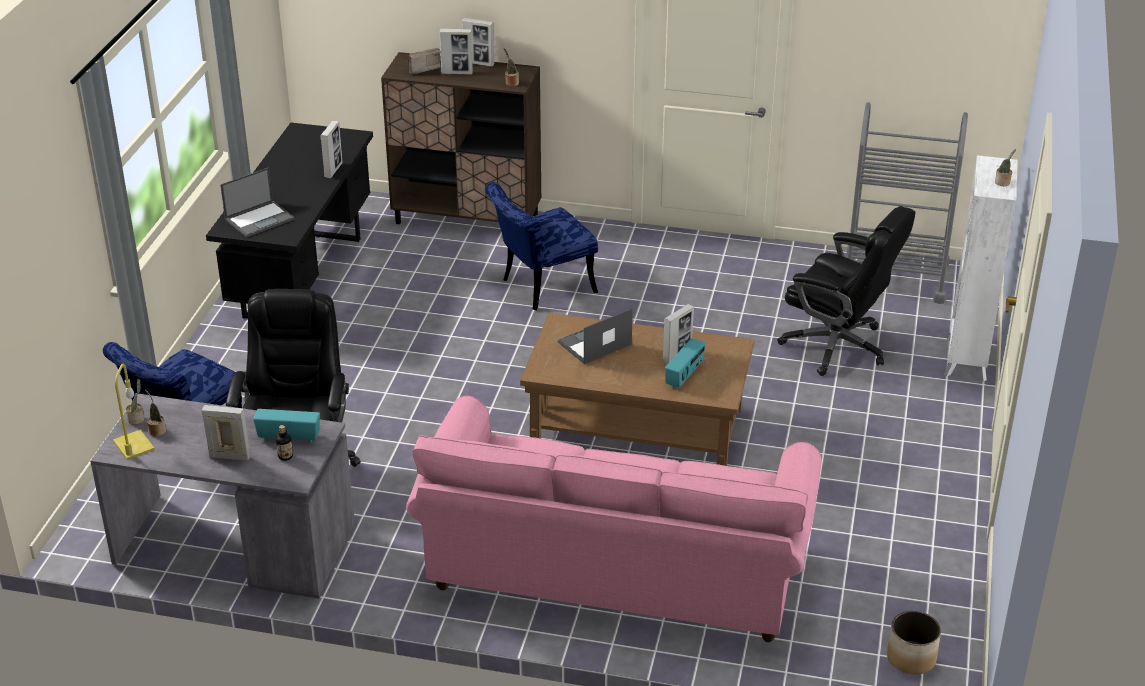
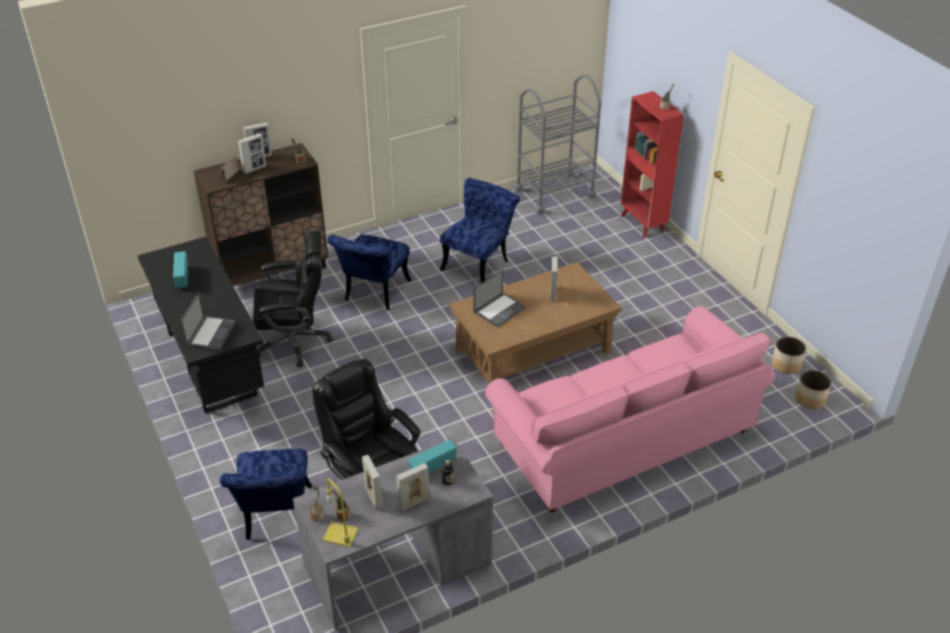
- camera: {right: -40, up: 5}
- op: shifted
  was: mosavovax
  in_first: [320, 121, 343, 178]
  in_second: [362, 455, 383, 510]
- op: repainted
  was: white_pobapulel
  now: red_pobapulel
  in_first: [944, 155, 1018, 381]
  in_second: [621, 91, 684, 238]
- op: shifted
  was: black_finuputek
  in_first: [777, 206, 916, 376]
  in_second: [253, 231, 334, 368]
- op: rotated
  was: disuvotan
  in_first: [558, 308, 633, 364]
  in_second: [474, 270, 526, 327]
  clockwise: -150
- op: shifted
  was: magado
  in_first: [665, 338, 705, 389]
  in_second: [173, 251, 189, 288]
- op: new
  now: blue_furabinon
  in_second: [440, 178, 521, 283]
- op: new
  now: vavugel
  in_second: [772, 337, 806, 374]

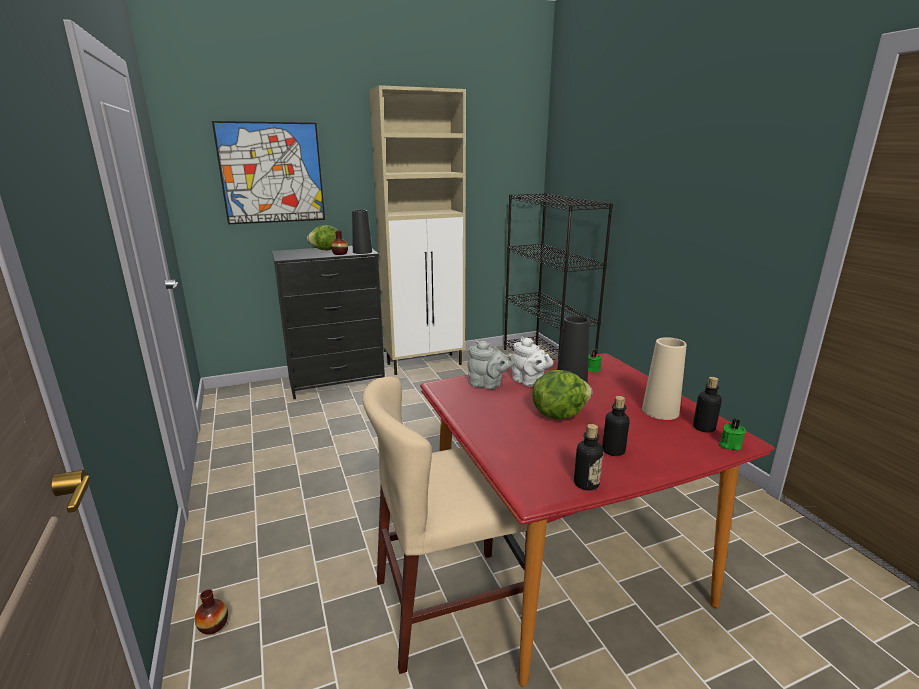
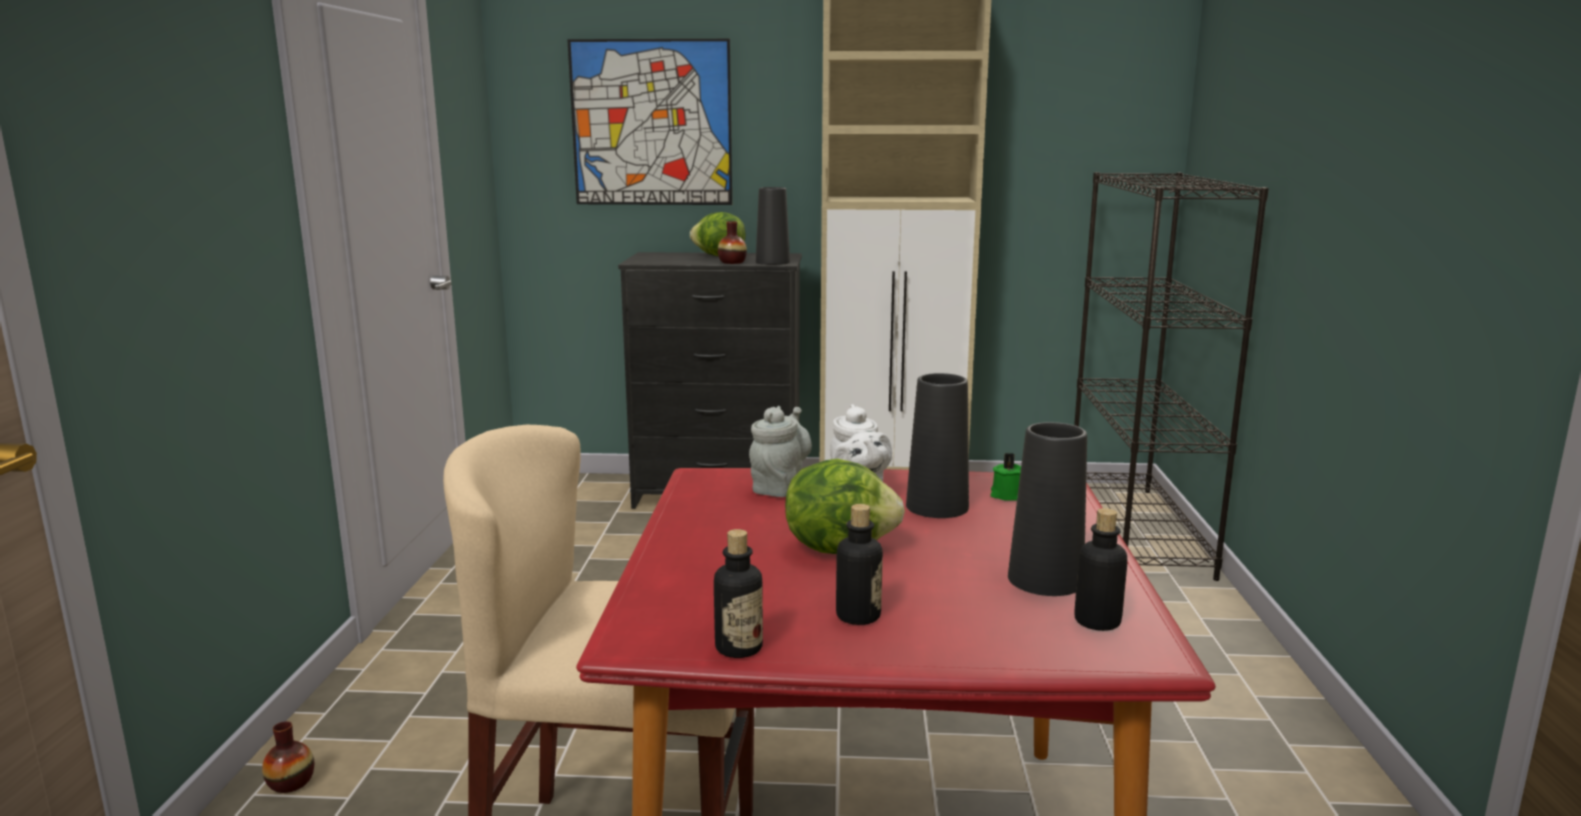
- camera: {right: 25, up: -5}
- op: repainted
  was: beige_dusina
  now: black_dusina
  in_first: [642, 337, 687, 420]
  in_second: [1008, 422, 1087, 596]
- op: rotated
  was: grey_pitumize
  in_first: [467, 340, 516, 389]
  in_second: [749, 406, 812, 497]
  clockwise: -120
- op: gone
  was: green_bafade
  in_first: [719, 418, 746, 451]

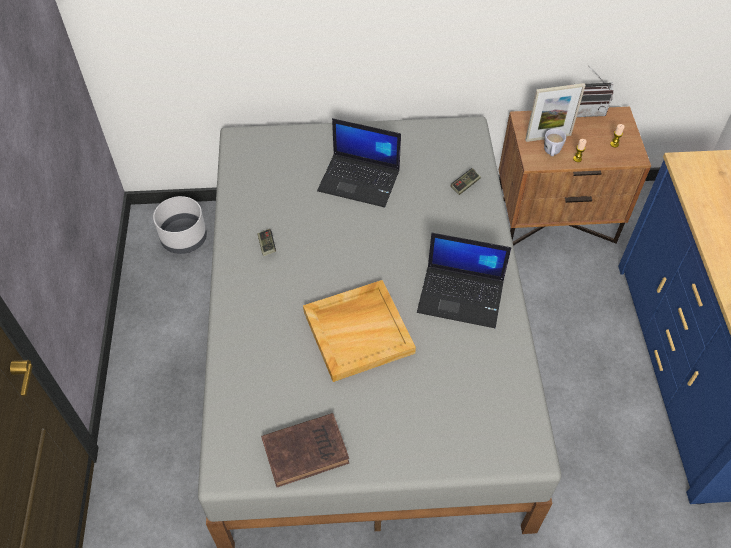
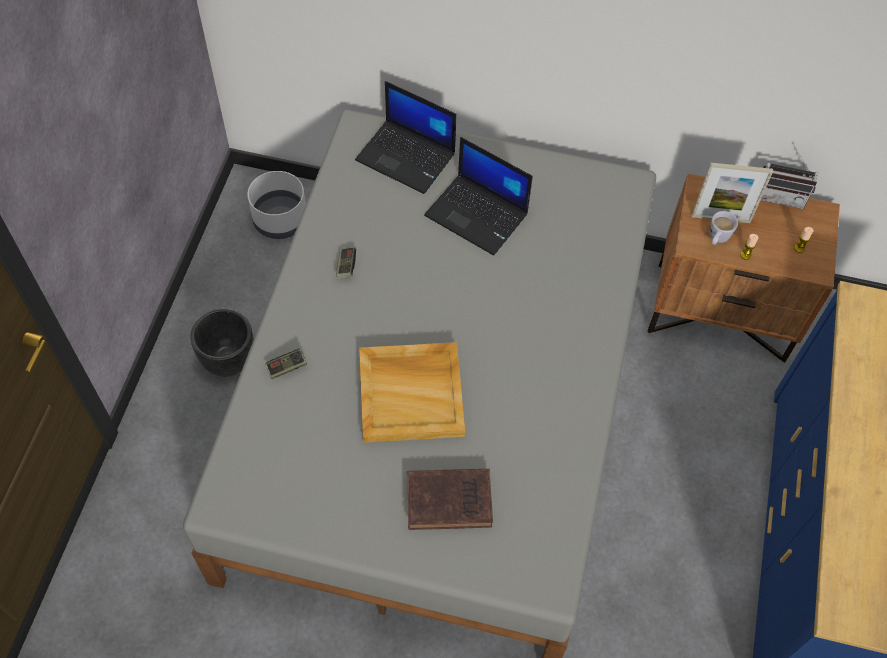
- camera: {right: 15, up: 5}
- op: shifted
  was: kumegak
  in_first: [451, 168, 481, 195]
  in_second: [265, 349, 307, 379]
- op: shifted
  was: disuvotan
  in_first: [417, 233, 511, 328]
  in_second: [355, 81, 456, 194]
- op: shifted
  was: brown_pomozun
  in_first: [261, 413, 349, 487]
  in_second: [407, 469, 493, 530]
- op: new
  now: black_vavugel
  in_second: [190, 308, 254, 377]

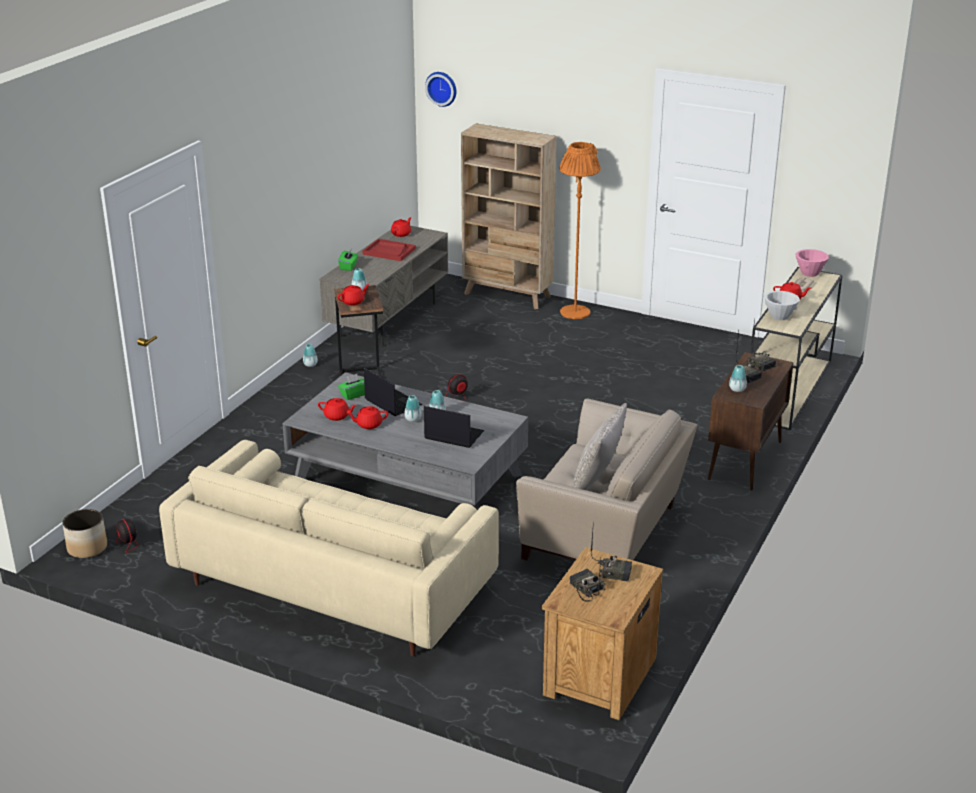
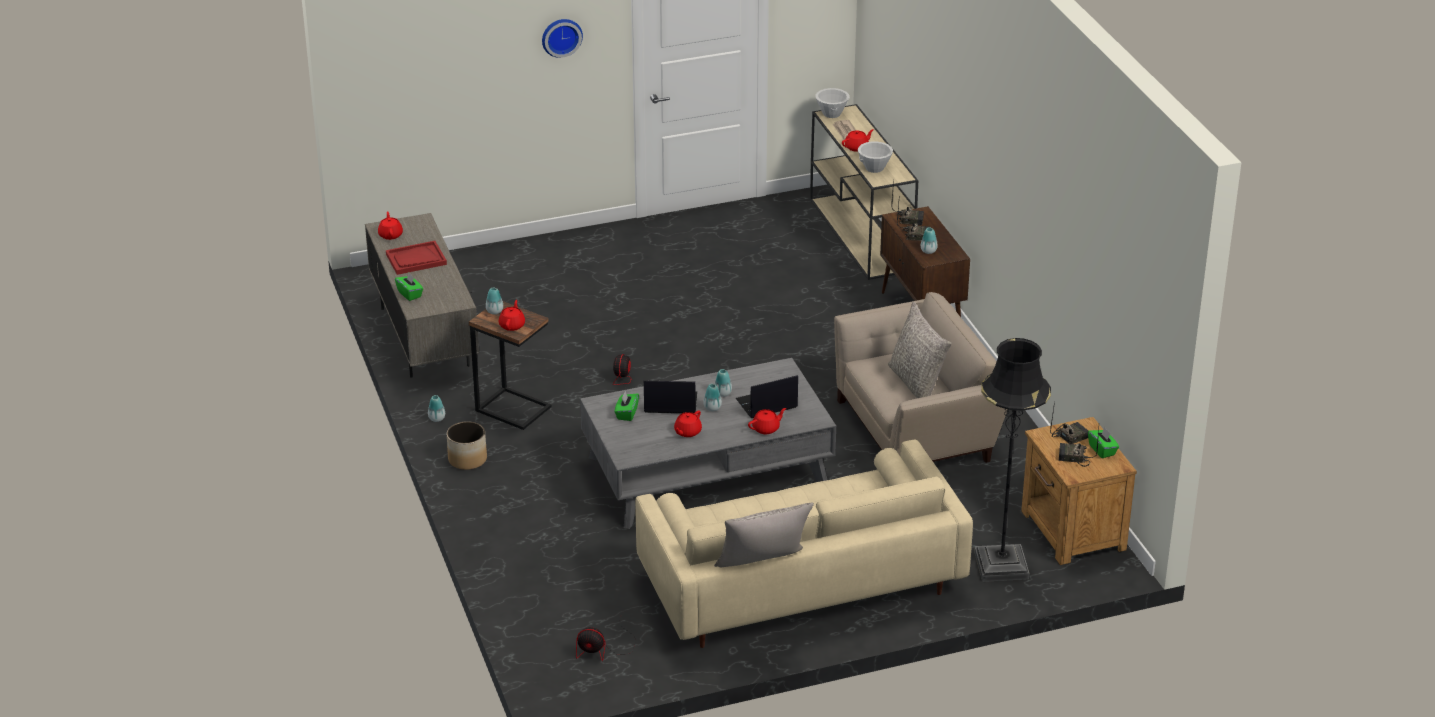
- camera: {right: -45, up: 5}
- op: shifted
  was: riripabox
  in_first: [425, 72, 456, 107]
  in_second: [542, 19, 583, 58]
- op: gone
  was: beige_pobapulel
  in_first: [461, 123, 557, 309]
- op: gone
  was: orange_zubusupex
  in_first: [559, 142, 601, 319]
- op: repainted
  was: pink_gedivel
  now: white_gedivel
  in_first: [795, 249, 829, 277]
  in_second: [815, 88, 849, 118]
- op: shifted
  was: red_pitumize
  in_first: [318, 398, 357, 421]
  in_second: [748, 408, 786, 434]
- op: shifted
  was: vavugel
  in_first: [62, 509, 107, 558]
  in_second: [447, 421, 487, 470]
- op: new
  now: black_zubusupex
  in_second: [974, 338, 1051, 582]
- op: new
  now: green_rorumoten
  in_second: [1088, 427, 1119, 458]
- op: new
  now: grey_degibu
  in_second: [714, 503, 814, 567]

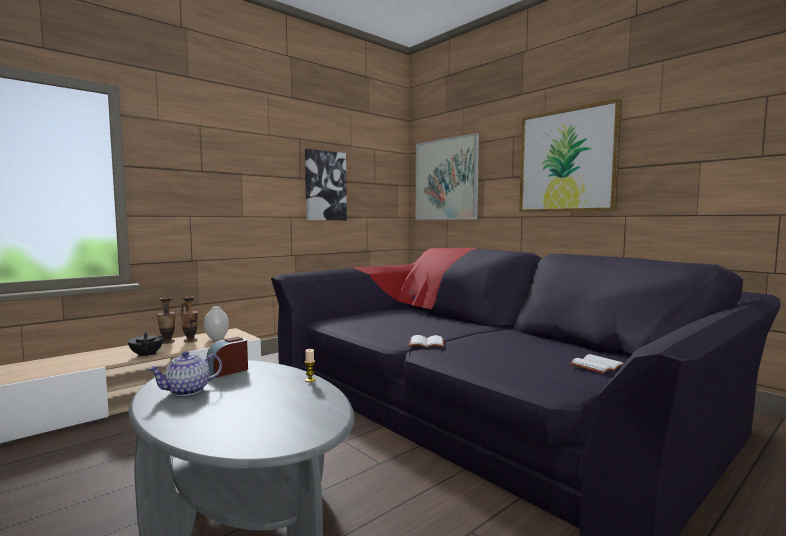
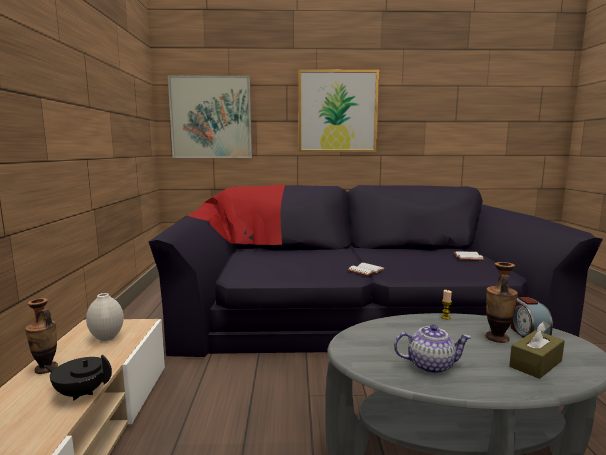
- camera: {right: -50, up: 5}
- op: gone
  was: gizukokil
  in_first: [305, 149, 347, 220]
- op: shifted
  was: dusina
  in_first: [180, 297, 198, 343]
  in_second: [486, 262, 518, 343]
- op: shifted
  was: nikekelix
  in_first: [207, 337, 248, 378]
  in_second: [511, 297, 553, 338]
- op: rotated
  was: pitumize
  in_first: [148, 351, 222, 396]
  in_second: [394, 324, 471, 374]
  clockwise: -90
- op: new
  now: brown_rorumoten
  in_second: [509, 322, 565, 379]

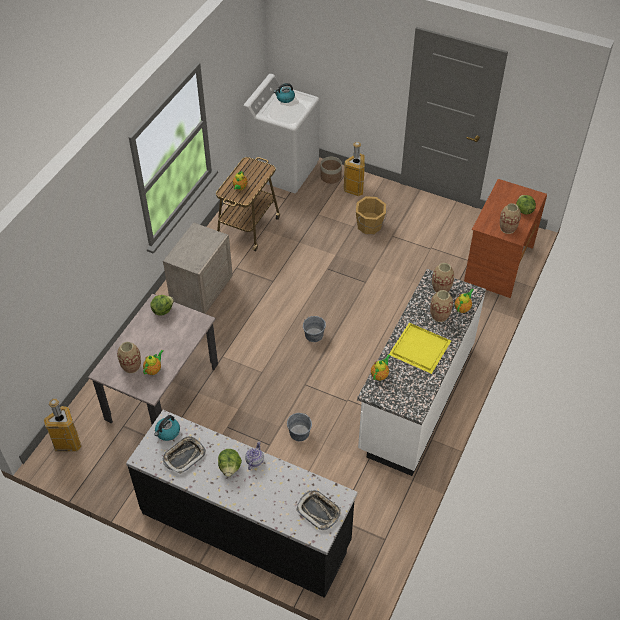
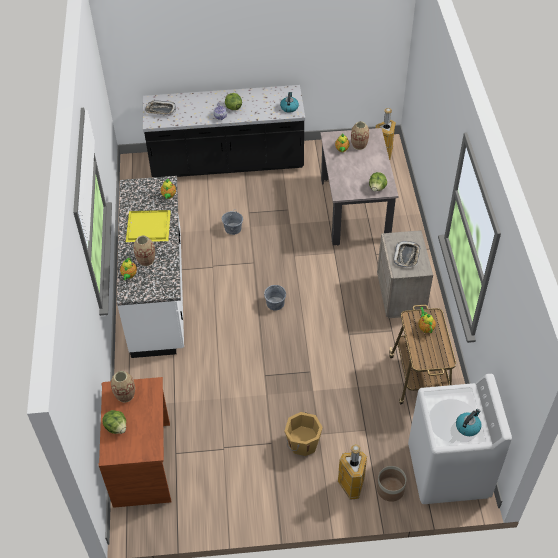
- camera: {right: 150, up: 0}
- op: gone
  was: dusina
  in_first: [432, 263, 454, 293]
- op: shifted
  was: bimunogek
  in_first: [163, 436, 206, 474]
  in_second: [393, 241, 420, 268]

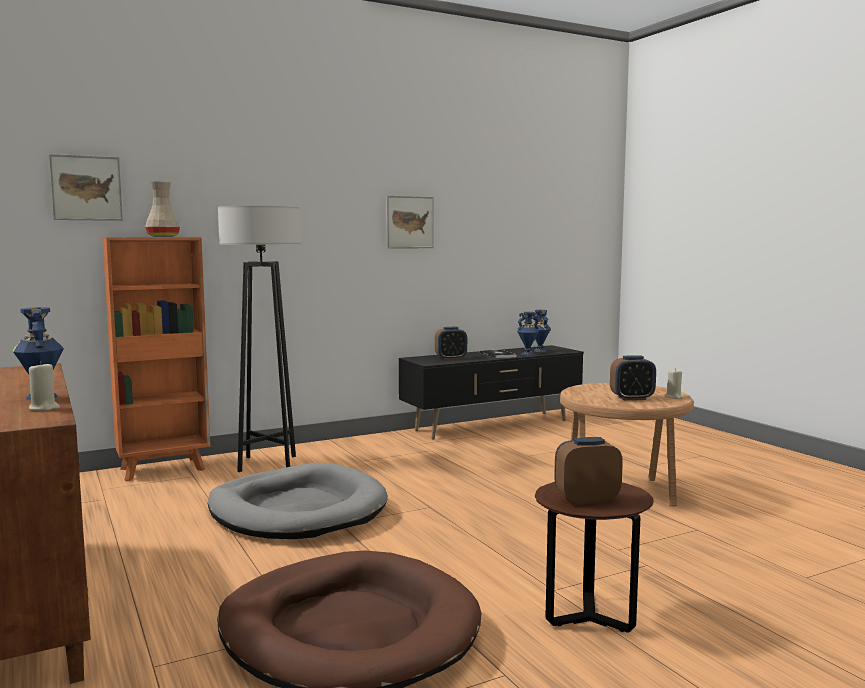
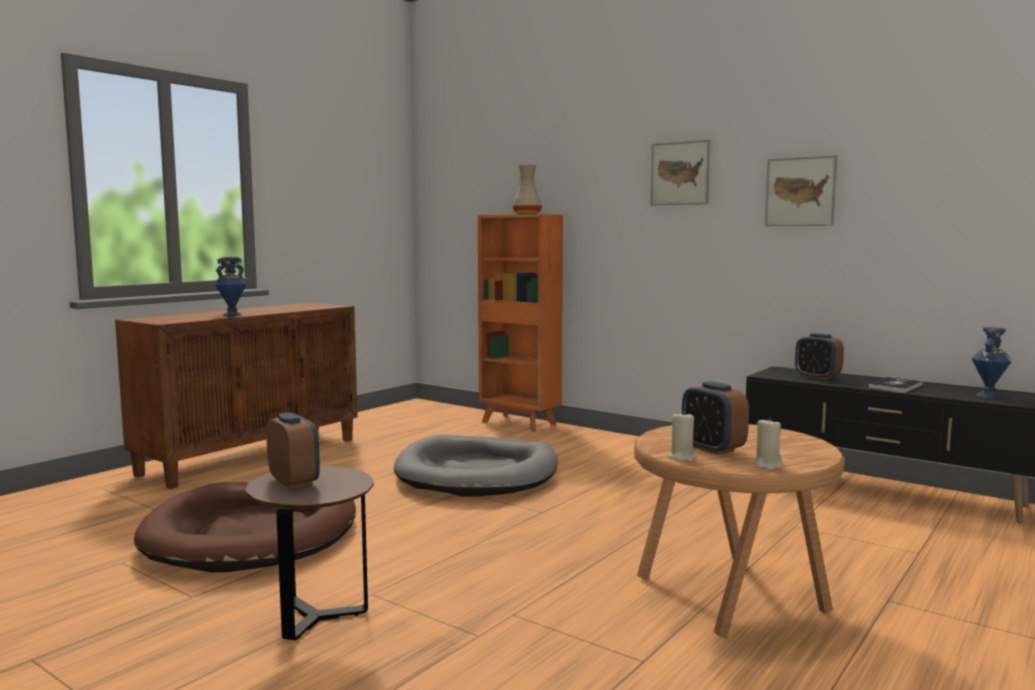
- camera: {right: 65, up: 0}
- op: shifted
  was: gizukokil
  in_first: [49, 154, 123, 221]
  in_second: [650, 139, 710, 205]
- op: gone
  was: grey_zubusupex
  in_first: [218, 206, 301, 472]
- op: gone
  was: blue_dusina
  in_first: [517, 312, 539, 355]
- op: shifted
  was: beige_bafade
  in_first: [29, 361, 60, 411]
  in_second: [669, 411, 696, 462]

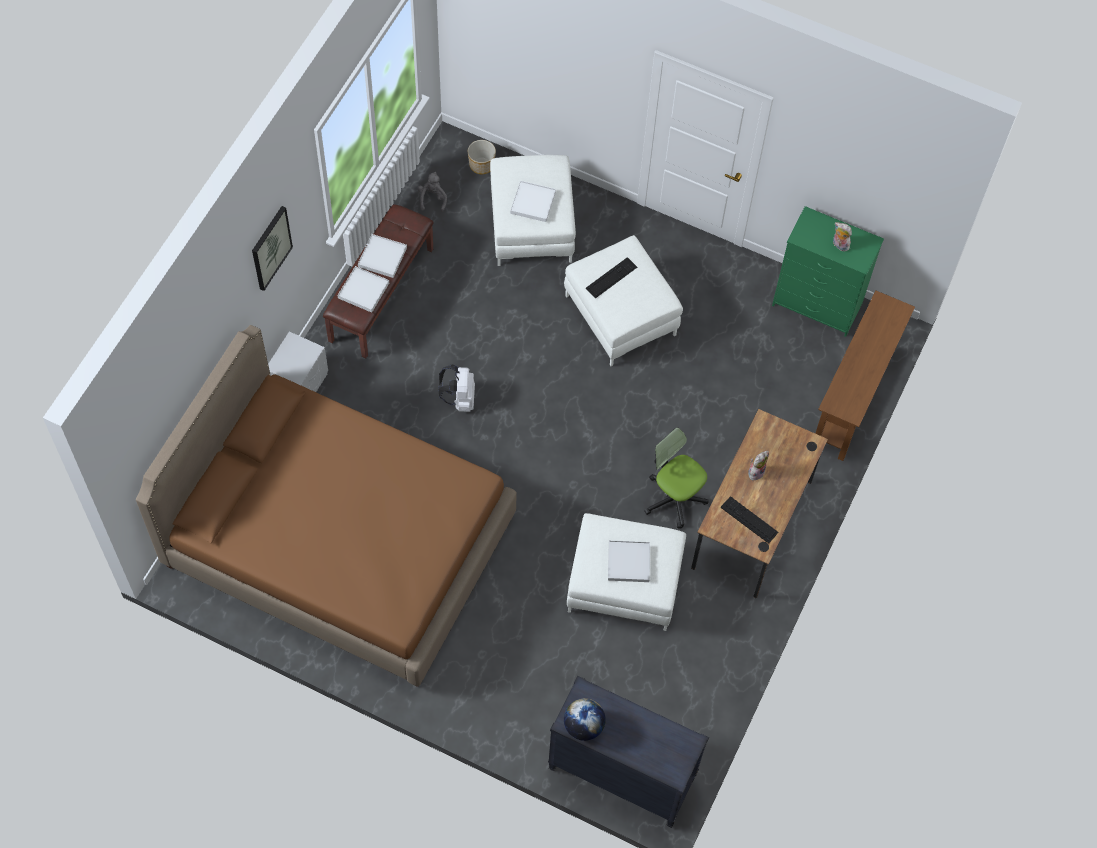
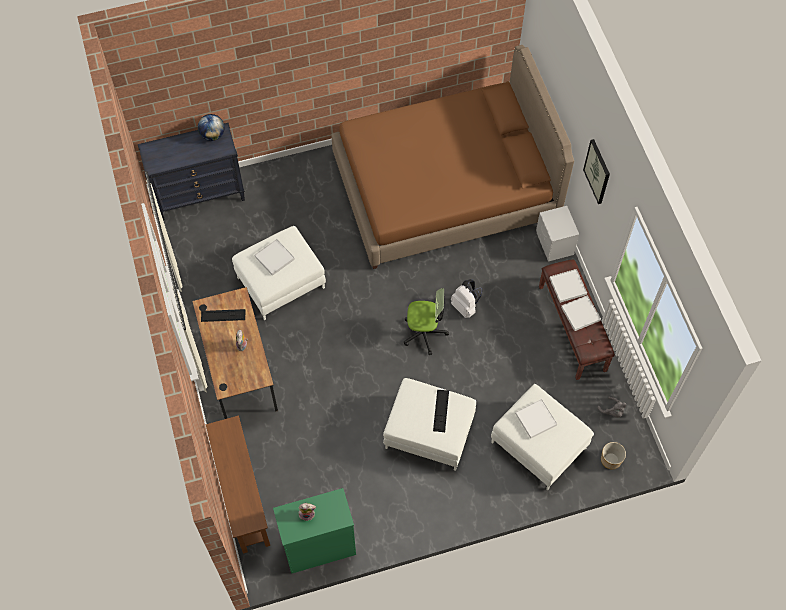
- camera: {right: 140, up: 0}
- op: shifted
  was: finuputek
  in_first: [644, 428, 709, 529]
  in_second: [404, 288, 449, 355]

